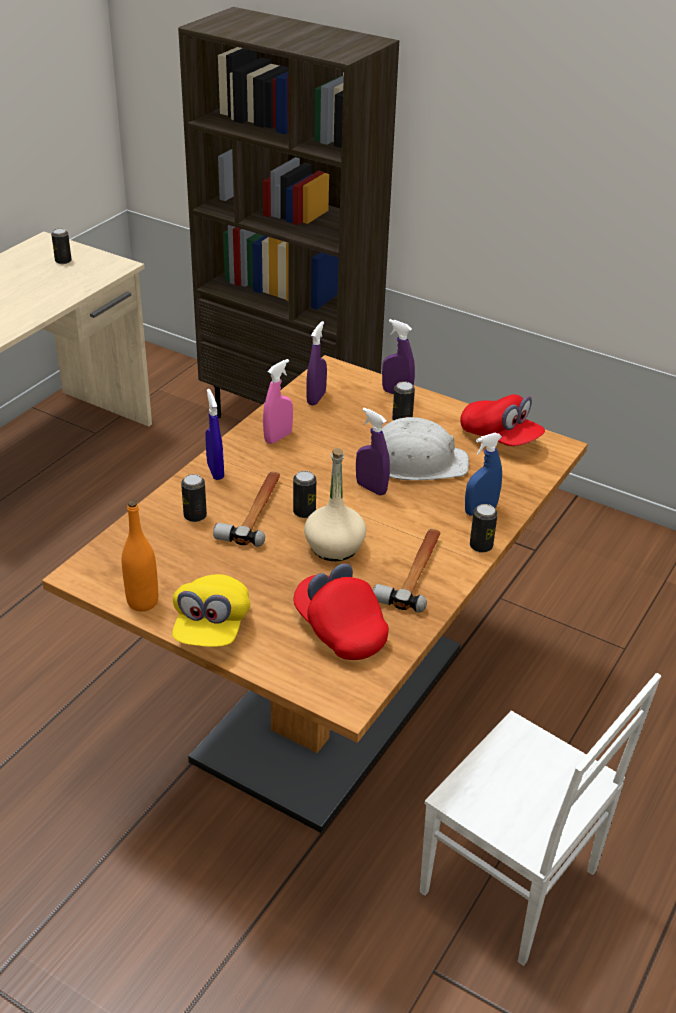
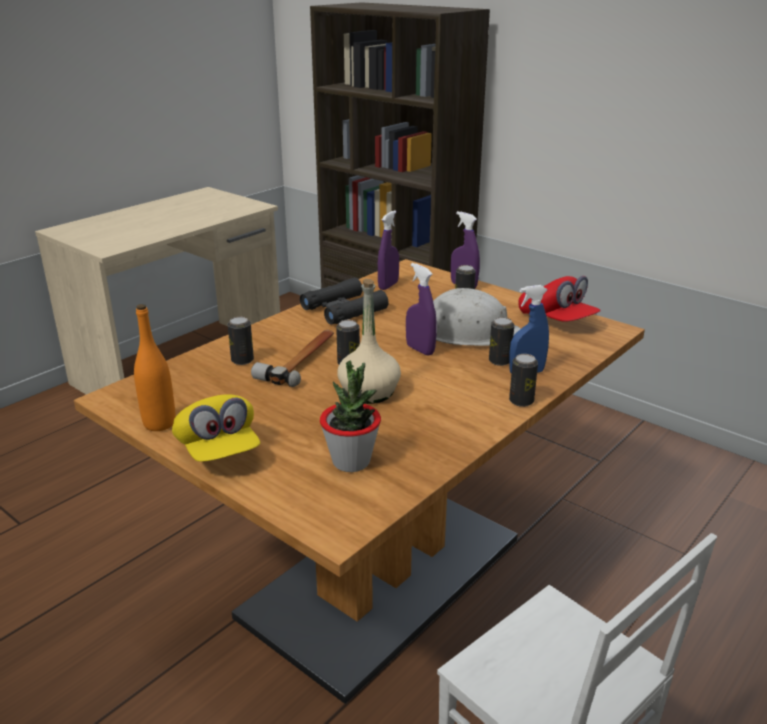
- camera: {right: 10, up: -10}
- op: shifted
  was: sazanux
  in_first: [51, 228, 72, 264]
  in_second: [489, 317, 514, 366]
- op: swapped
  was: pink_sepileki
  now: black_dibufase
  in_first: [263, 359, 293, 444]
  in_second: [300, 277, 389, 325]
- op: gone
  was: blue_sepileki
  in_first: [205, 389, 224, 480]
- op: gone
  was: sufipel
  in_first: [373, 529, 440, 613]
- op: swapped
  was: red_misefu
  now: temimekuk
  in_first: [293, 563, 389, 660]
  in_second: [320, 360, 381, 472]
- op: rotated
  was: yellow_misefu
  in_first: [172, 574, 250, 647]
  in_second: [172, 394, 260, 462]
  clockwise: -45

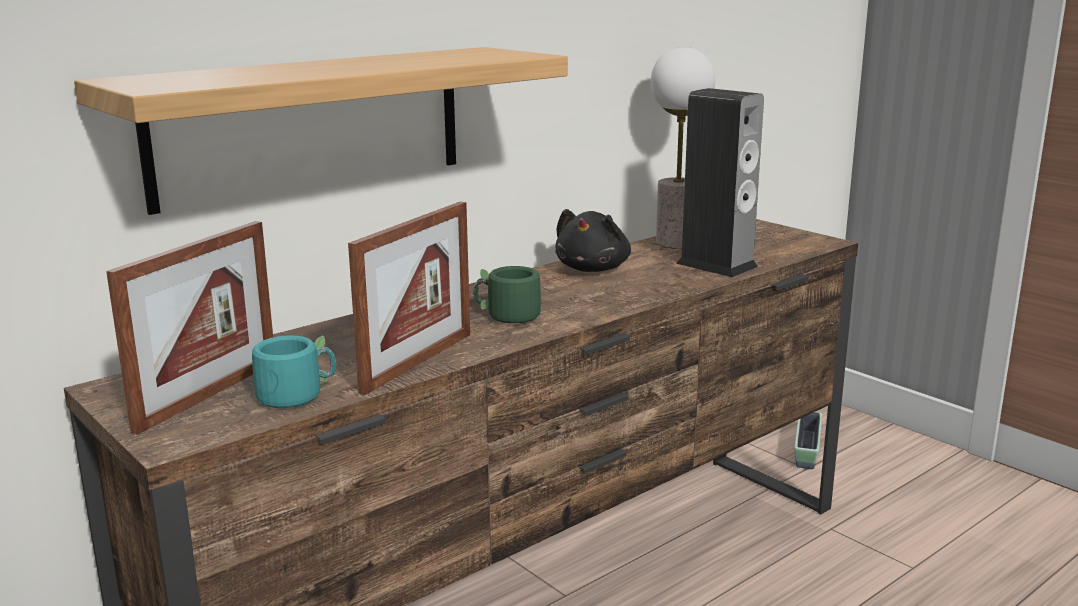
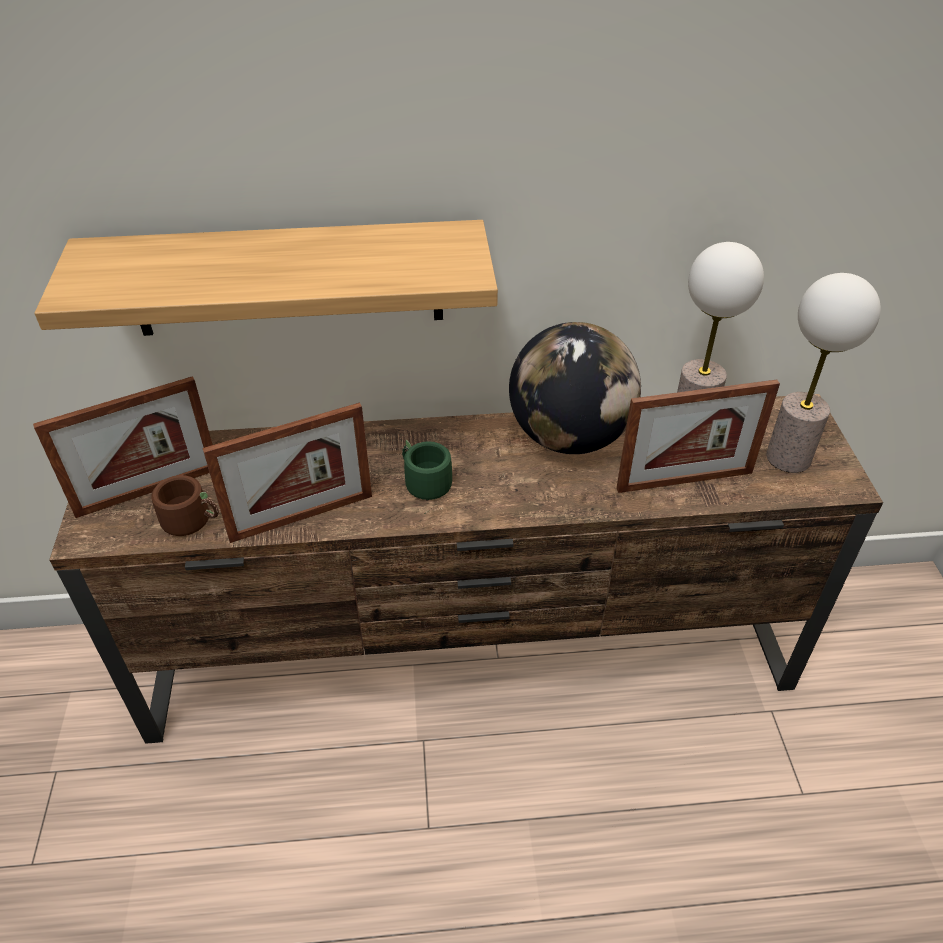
- camera: {right: 35, up: 25}
- op: swapped
  was: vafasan
  now: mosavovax
  in_first: [676, 88, 764, 277]
  in_second: [616, 380, 780, 493]
- op: swapped
  was: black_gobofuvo
  now: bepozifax
  in_first: [555, 209, 631, 272]
  in_second: [509, 322, 641, 454]
- op: repainted
  was: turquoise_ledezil
  now: brown_ledezil
  in_first: [247, 335, 336, 408]
  in_second: [151, 475, 219, 536]
- op: gone
  was: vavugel
  in_first: [794, 412, 822, 469]
- op: new
  now: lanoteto
  in_second: [766, 273, 881, 473]

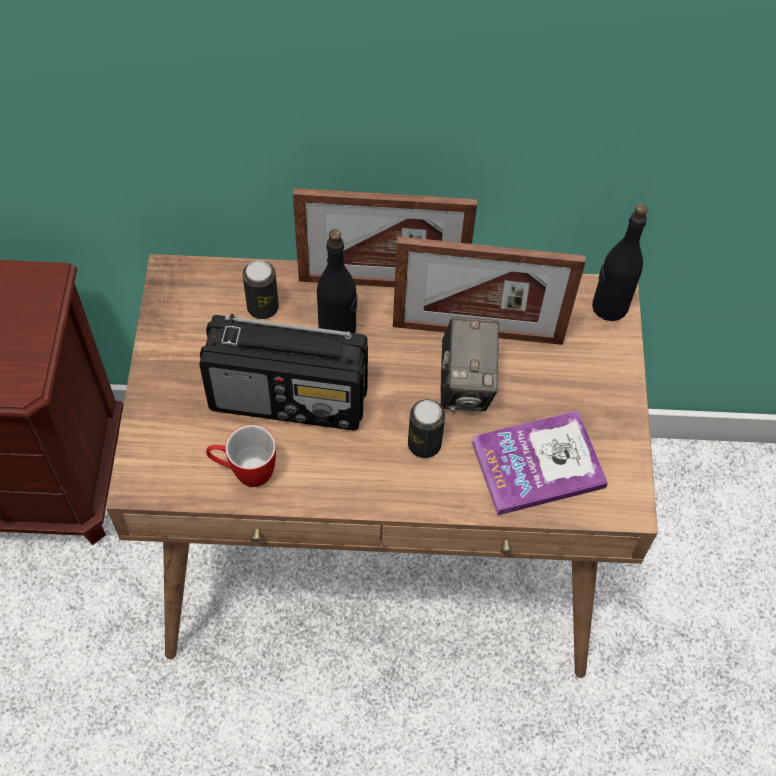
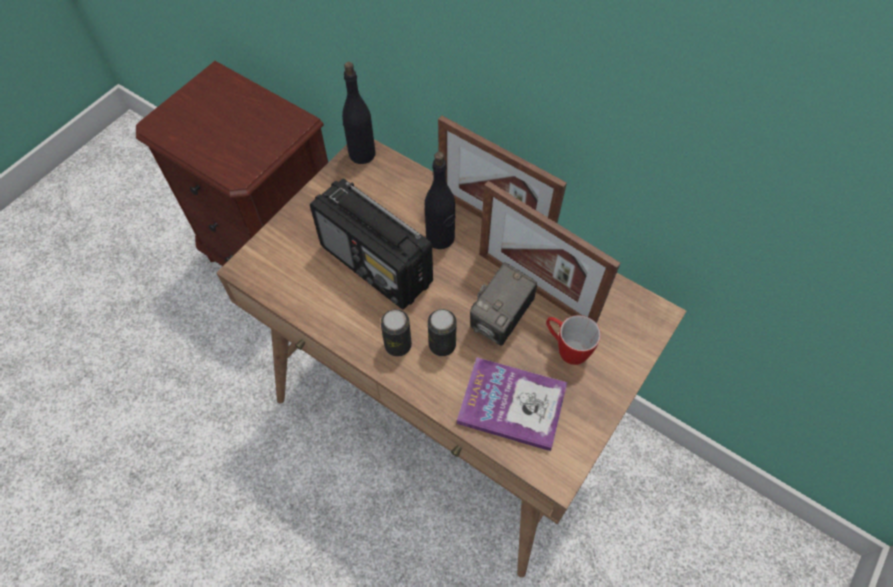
- camera: {right: 35, up: 0}
- op: shifted
  was: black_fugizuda
  in_first: [592, 204, 648, 321]
  in_second: [342, 62, 375, 164]
- op: shifted
  was: sazanux
  in_first: [242, 260, 279, 319]
  in_second: [381, 309, 412, 357]
- op: shifted
  was: ledezil
  in_first: [206, 425, 276, 487]
  in_second: [546, 315, 601, 365]

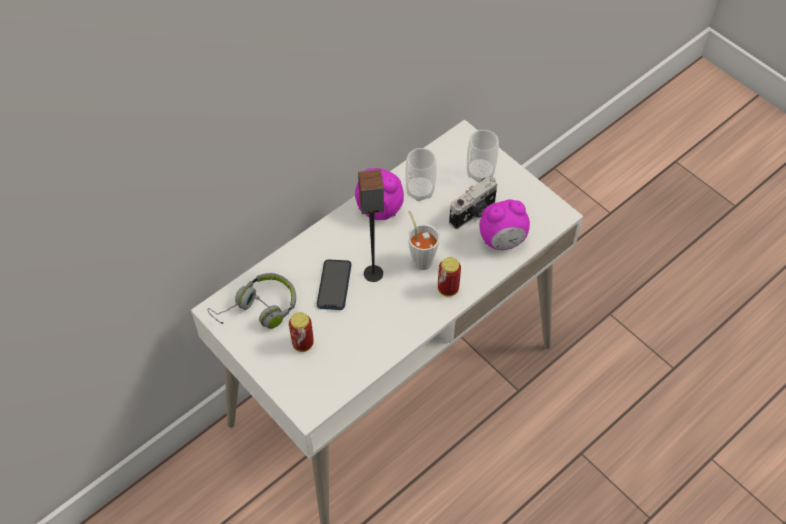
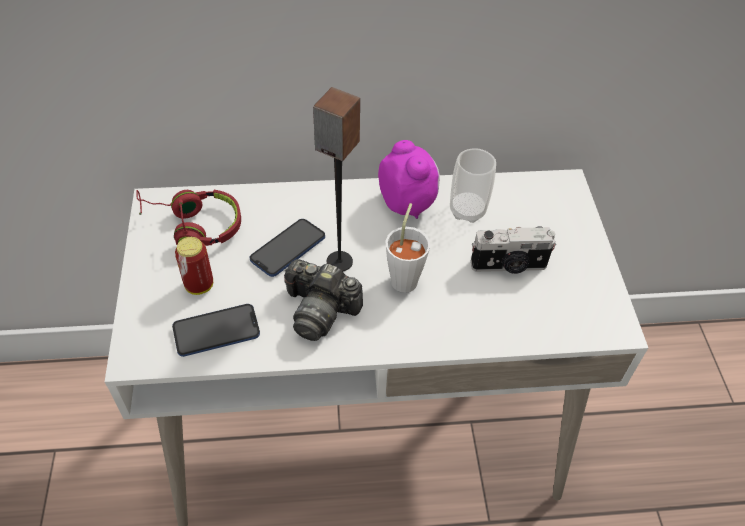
- camera: {right: 35, up: -5}
- op: gone
  was: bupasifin
  in_first: [467, 130, 499, 183]
- op: gone
  was: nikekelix
  in_first: [479, 199, 530, 250]
- op: gone
  was: sazanux
  in_first: [438, 257, 461, 297]
- op: repainted
  was: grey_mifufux
  now: red_mifufux
  in_first: [208, 273, 296, 329]
  in_second: [136, 190, 241, 246]
- op: new
  now: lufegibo
  in_second: [284, 259, 363, 341]
- op: new
  now: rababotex
  in_second: [172, 304, 260, 357]

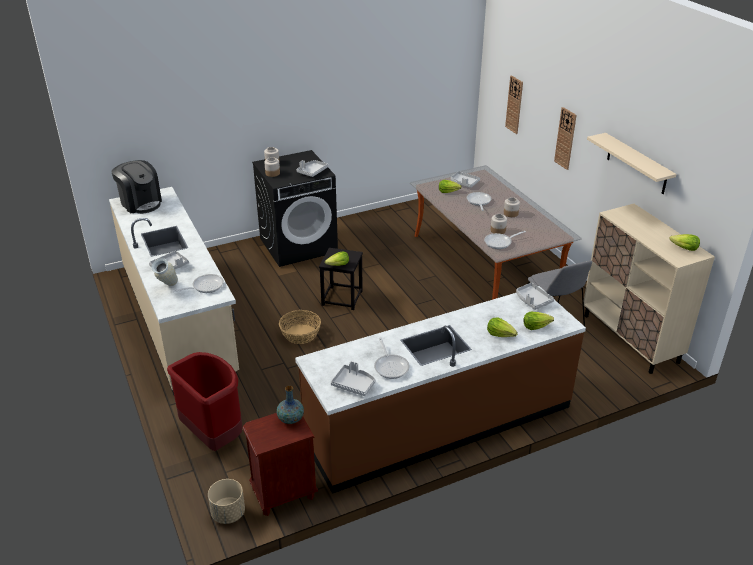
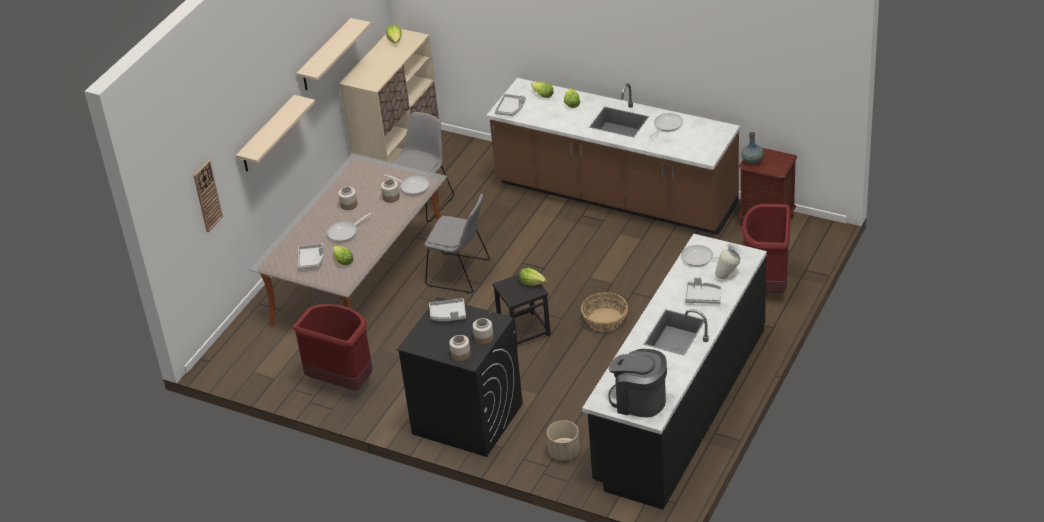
- camera: {right: -125, up: 5}
- op: swapped
  was: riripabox
  now: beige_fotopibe
  in_first: [554, 107, 577, 170]
  in_second: [236, 95, 315, 172]
- op: rotated
  was: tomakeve
  in_first: [111, 160, 162, 214]
  in_second: [608, 349, 667, 417]
  clockwise: -75
- op: repainted
  was: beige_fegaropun
  now: black_fegaropun
  in_first: [109, 187, 239, 395]
  in_second: [582, 234, 767, 509]
- op: gone
  was: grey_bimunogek
  in_first: [331, 361, 376, 396]
- op: shifted
  was: beige_vavugel
  in_first: [208, 479, 245, 524]
  in_second: [547, 420, 580, 461]
- op: new
  now: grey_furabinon
  in_second: [424, 194, 490, 294]
- op: new
  now: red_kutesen
  in_second: [292, 304, 372, 390]

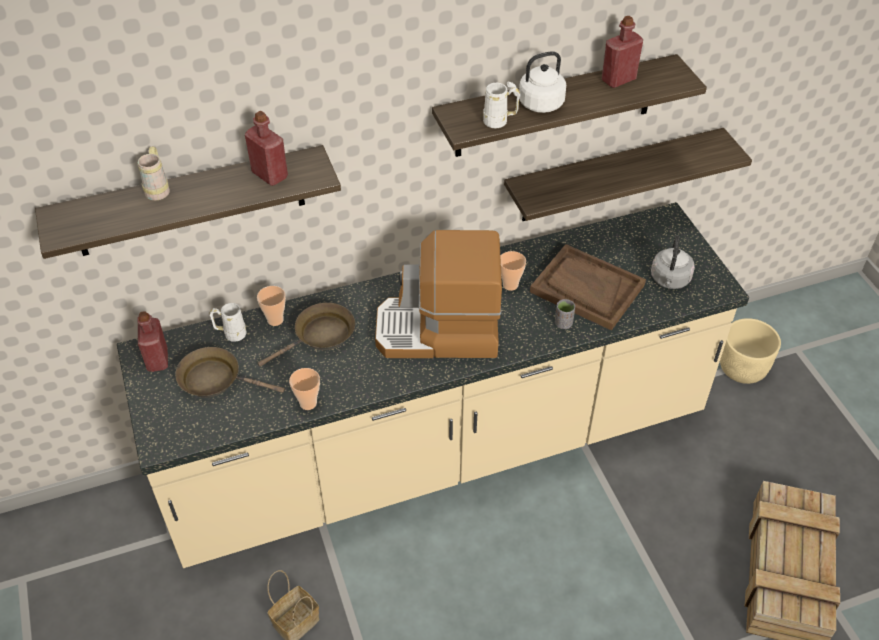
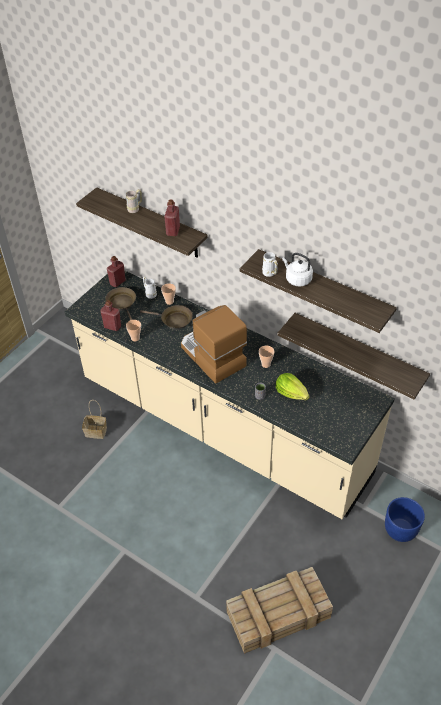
- camera: {right: 55, up: 0}
- op: shifted
  was: red_fugizuda
  in_first: [602, 16, 643, 88]
  in_second: [100, 300, 121, 331]
- op: gone
  was: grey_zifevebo
  in_first: [651, 235, 695, 289]
- op: swapped
  was: brown_bimunogek
  now: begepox
  in_first: [530, 244, 646, 331]
  in_second: [276, 373, 310, 400]
- op: repainted
  was: beige_vavugel
  now: blue_vavugel
  in_first: [720, 318, 781, 384]
  in_second: [385, 497, 425, 542]

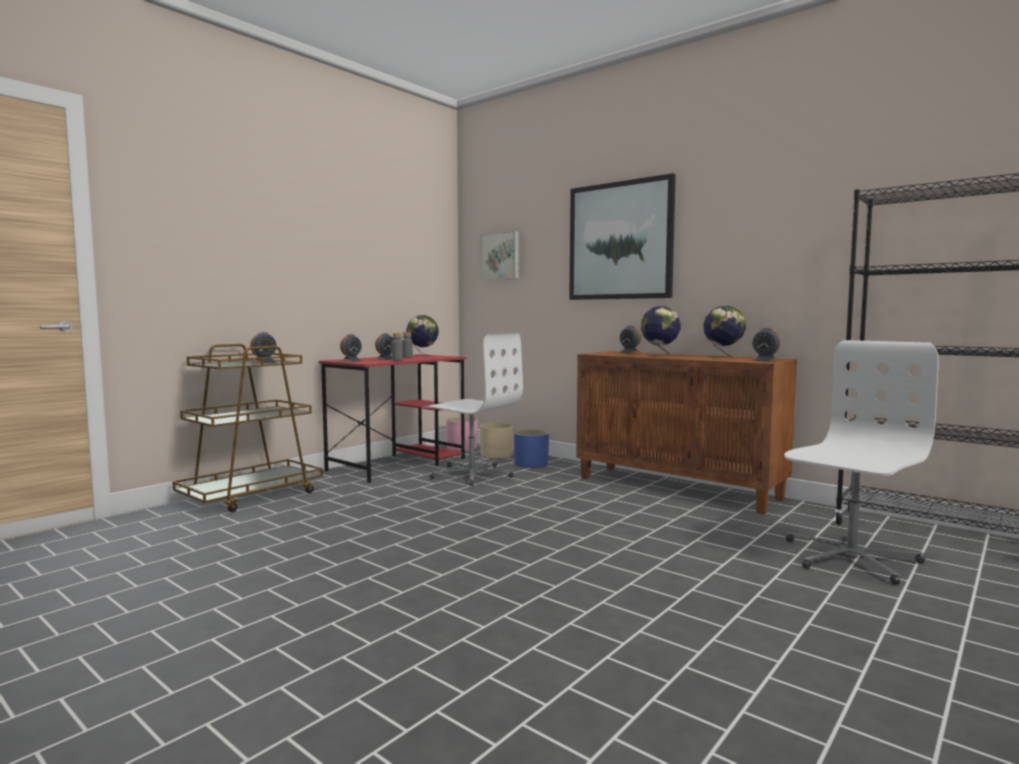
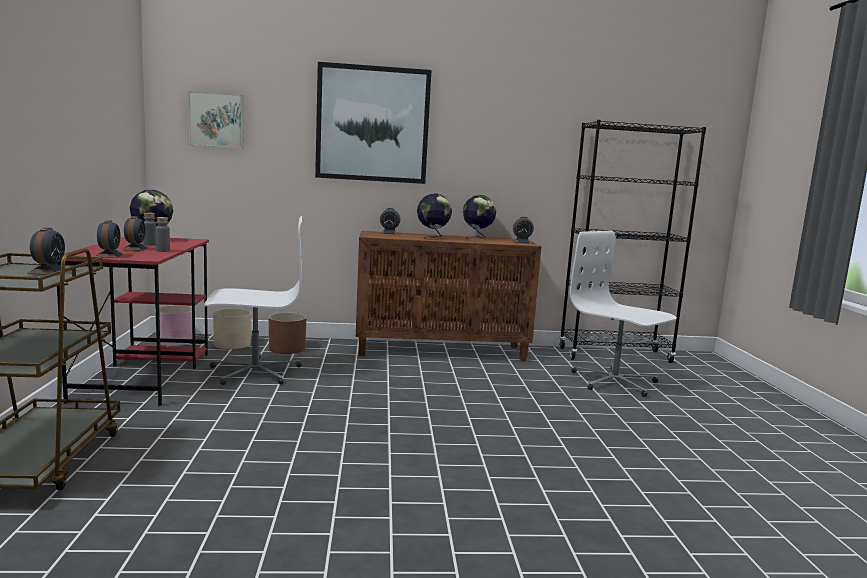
- camera: {right: -45, up: 5}
- op: rotated
  was: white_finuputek
  in_first: [784, 340, 939, 585]
  in_second: [570, 231, 677, 397]
  clockwise: -45
- op: repainted
  was: blue_vavugel
  now: brown_vavugel
  in_first: [514, 429, 549, 468]
  in_second: [269, 312, 307, 354]

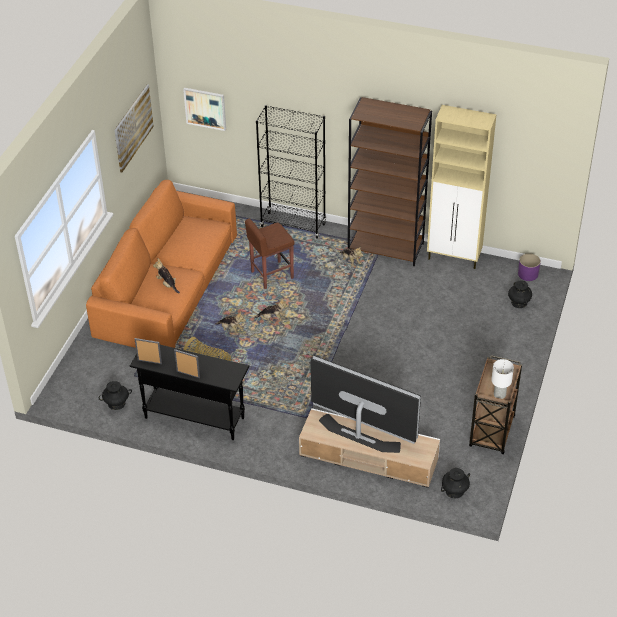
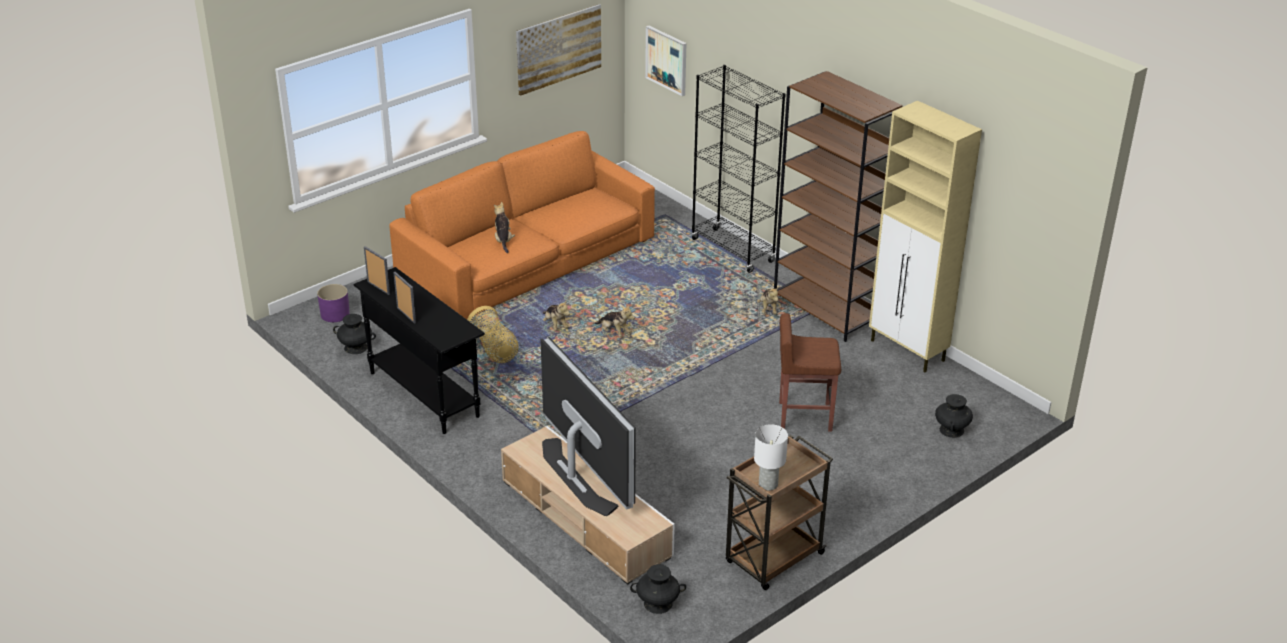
- camera: {right: 30, up: -10}
- op: shifted
  was: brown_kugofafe
  in_first: [245, 218, 295, 289]
  in_second: [779, 313, 841, 432]
- op: shifted
  was: purple_vavugel
  in_first: [518, 253, 541, 281]
  in_second: [317, 284, 350, 322]

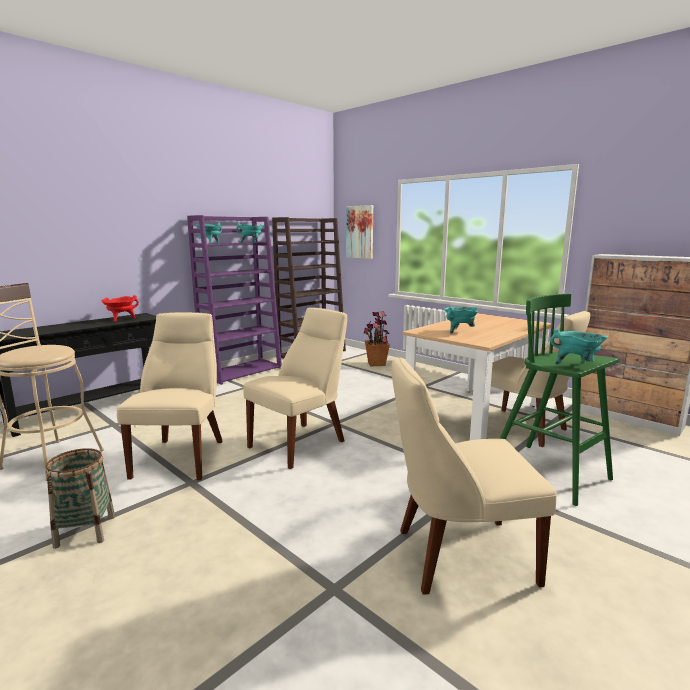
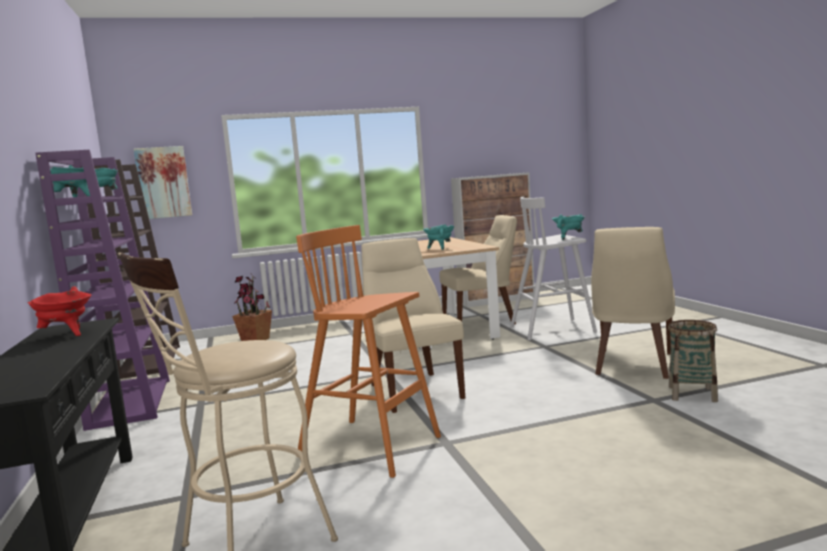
- camera: {right: -60, up: -5}
- op: repainted
  was: green_kugofafe
  now: white_kugofafe
  in_first: [500, 294, 619, 506]
  in_second: [510, 196, 597, 341]
- op: swapped
  was: beige_furabinon
  now: orange_kugofafe
  in_first: [116, 312, 223, 480]
  in_second: [296, 225, 441, 478]
- op: shifted
  was: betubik
  in_first: [45, 448, 115, 549]
  in_second: [668, 320, 718, 402]

